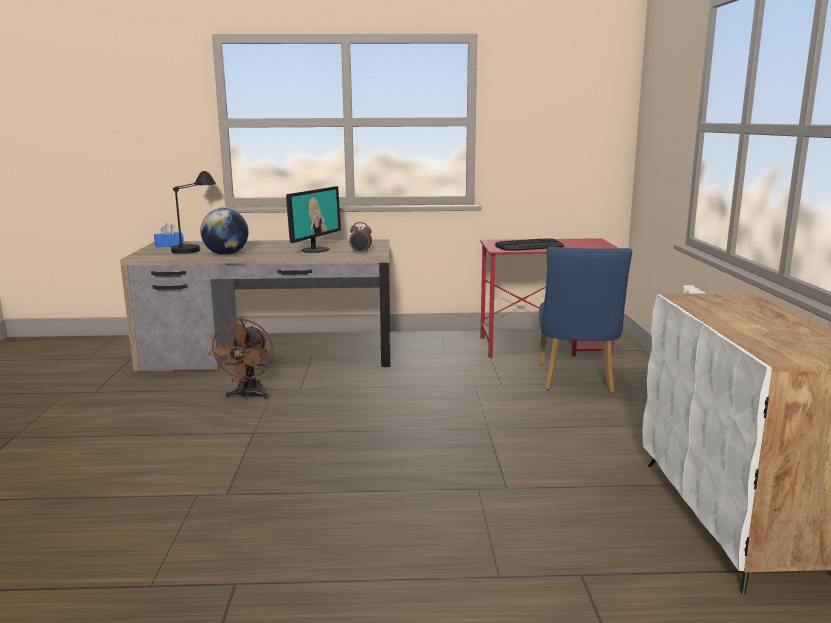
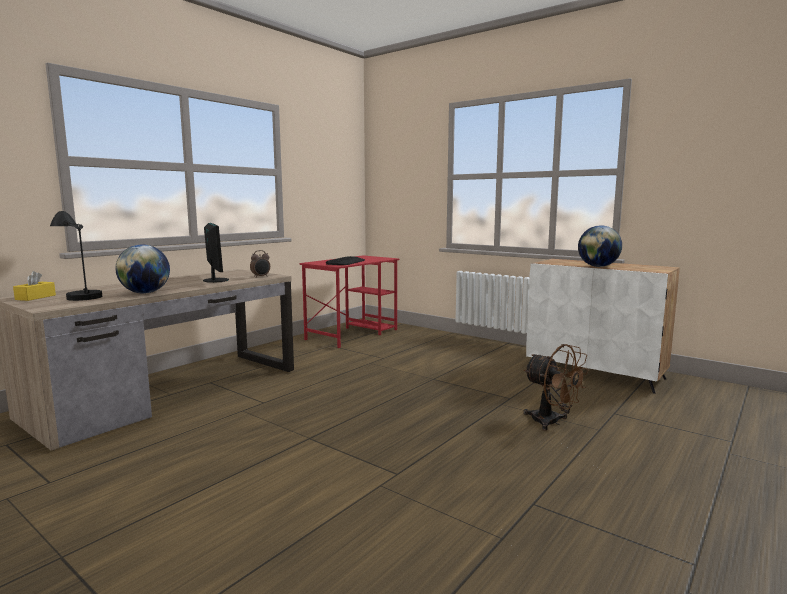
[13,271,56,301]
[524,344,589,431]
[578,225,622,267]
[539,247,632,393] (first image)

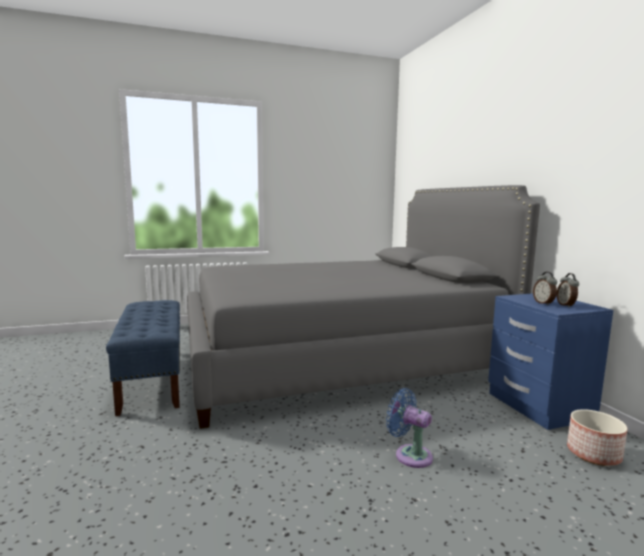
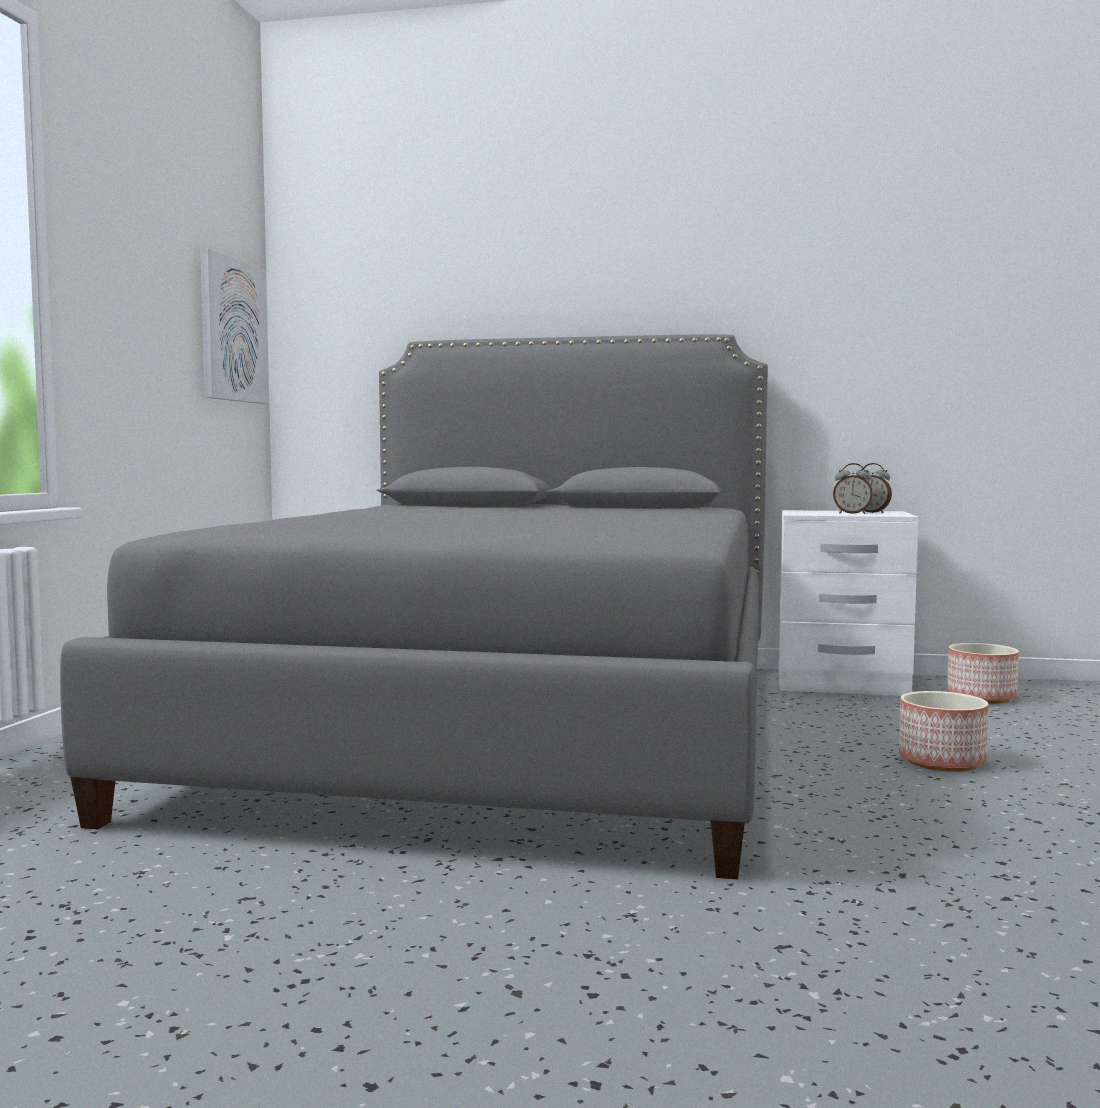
[200,249,269,404]
[779,510,918,696]
[899,691,989,772]
[106,300,180,416] (first image)

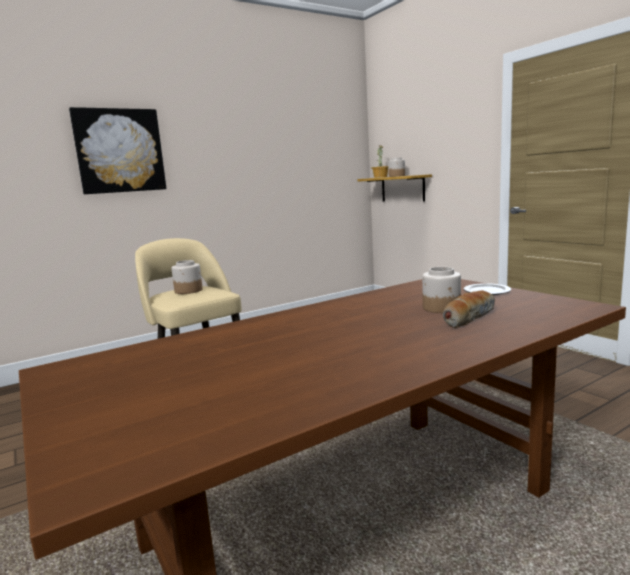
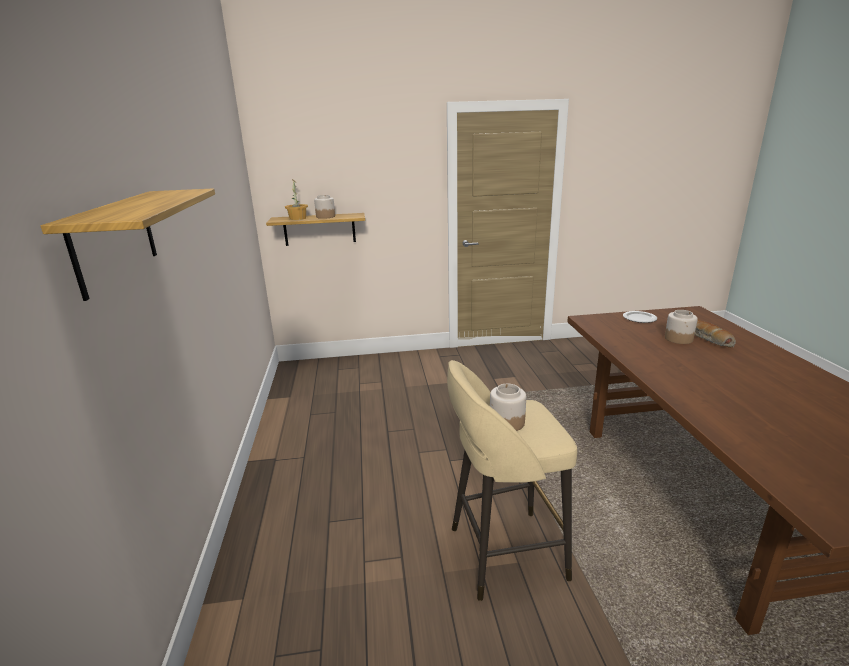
[41,188,215,301]

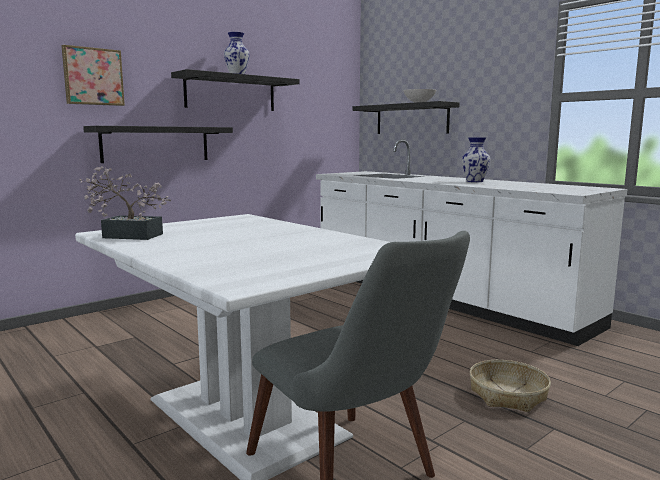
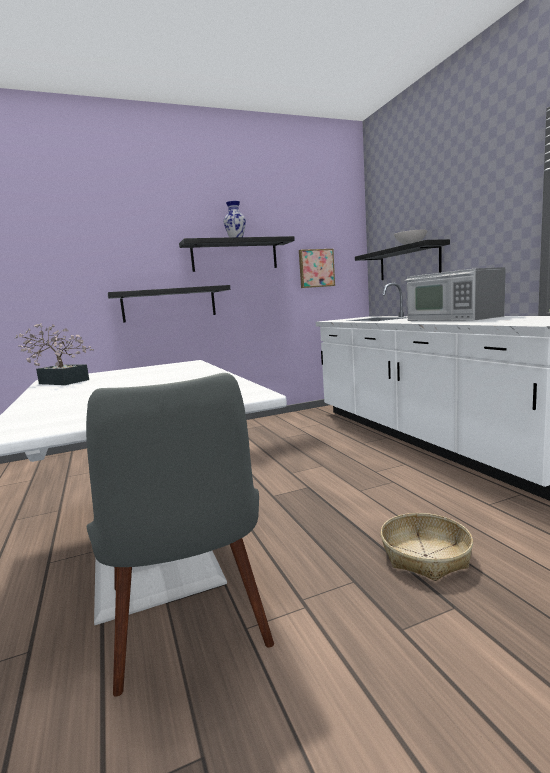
[299,249,335,288]
[405,267,506,321]

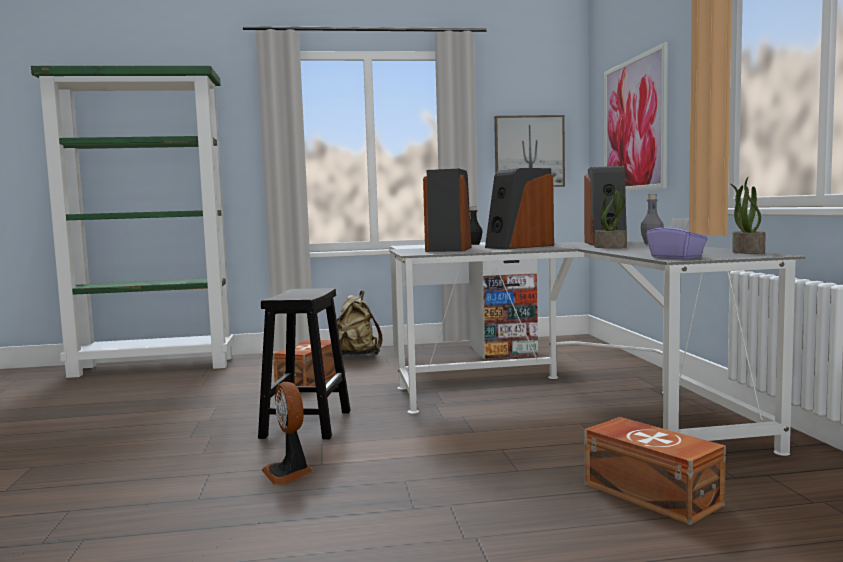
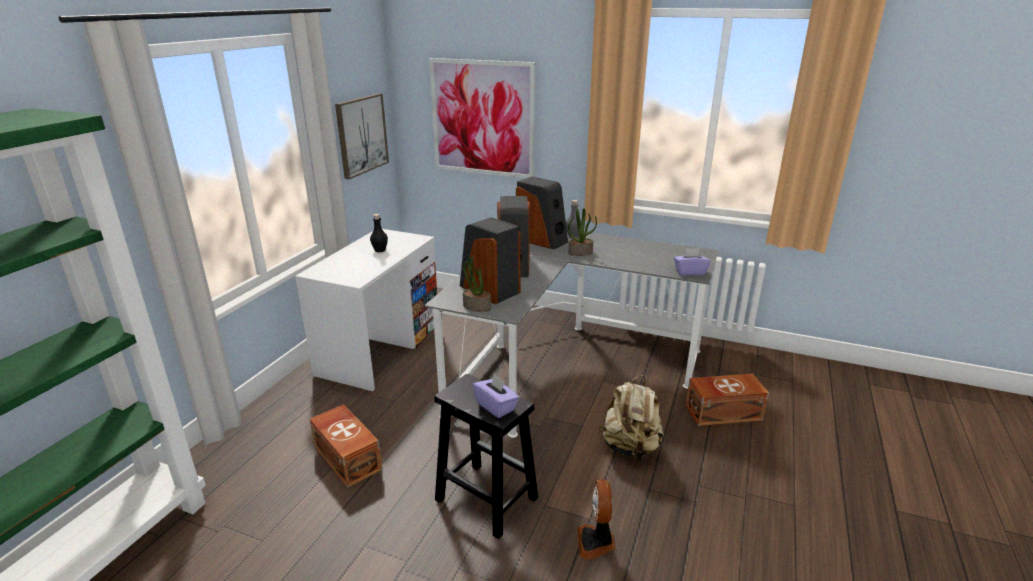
[463,255,491,312]
[472,374,519,418]
[578,479,615,559]
[599,375,664,461]

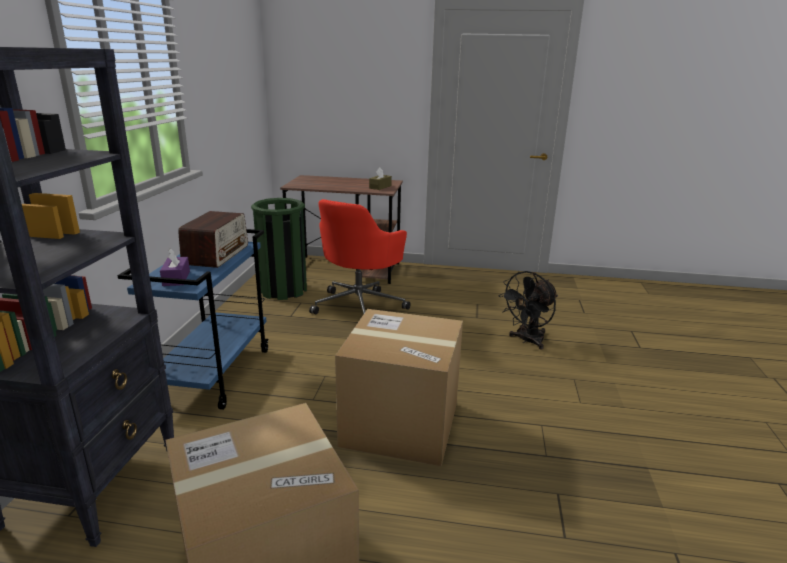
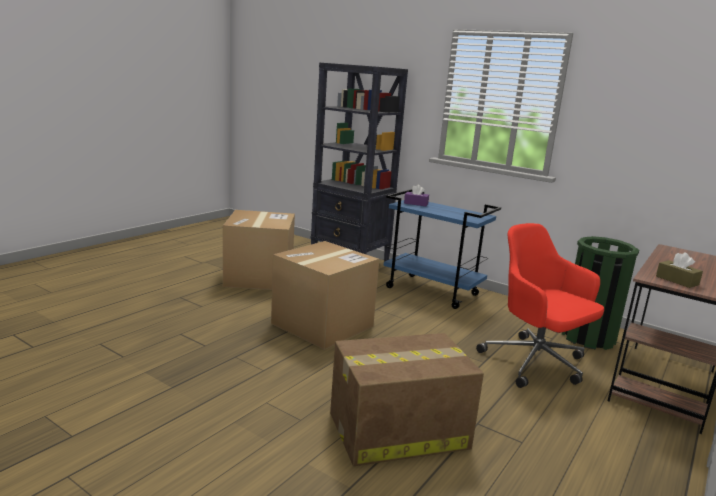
[330,333,484,466]
[178,211,248,268] (first image)

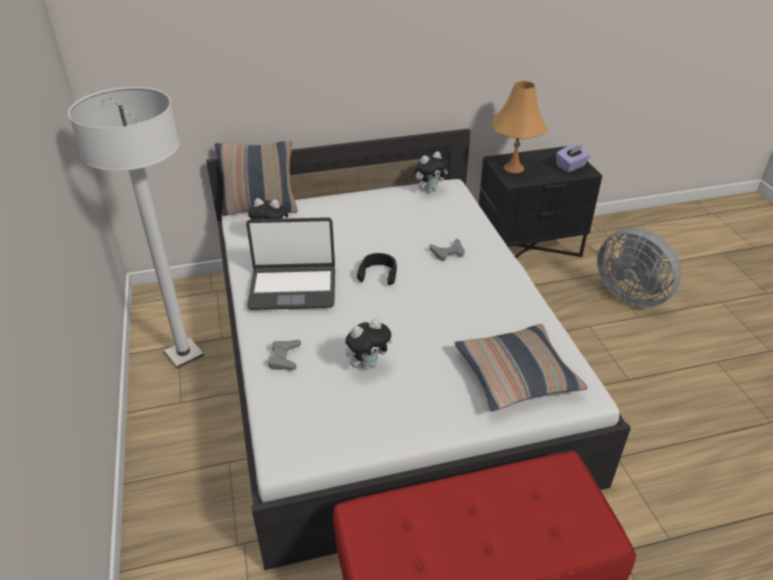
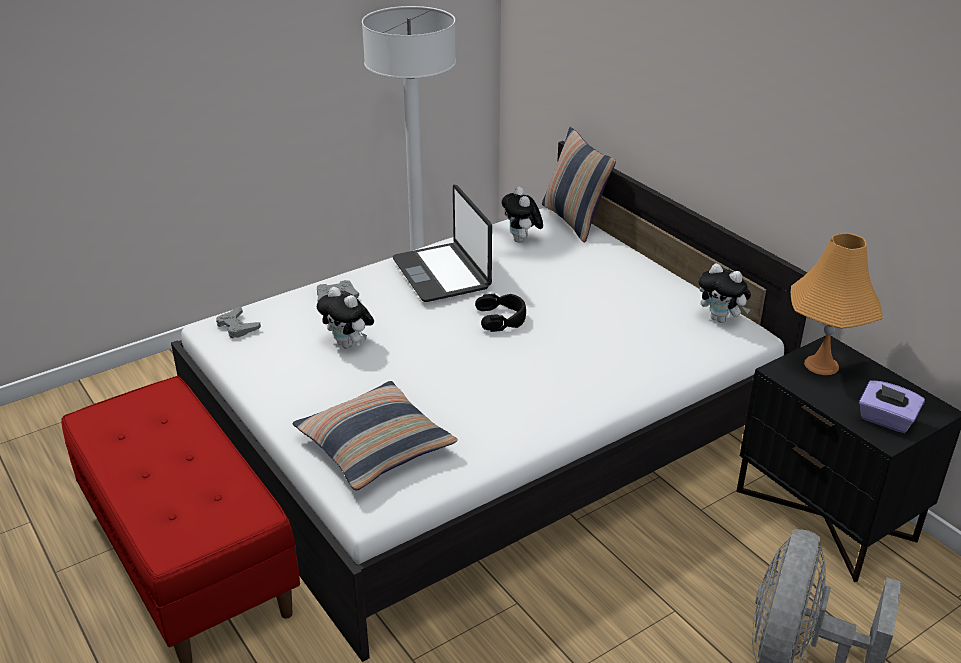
[216,306,261,338]

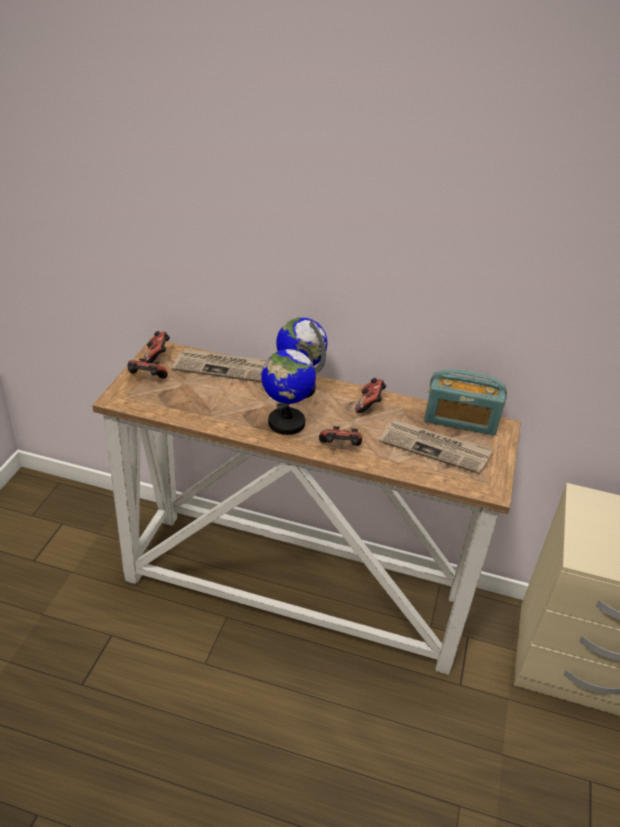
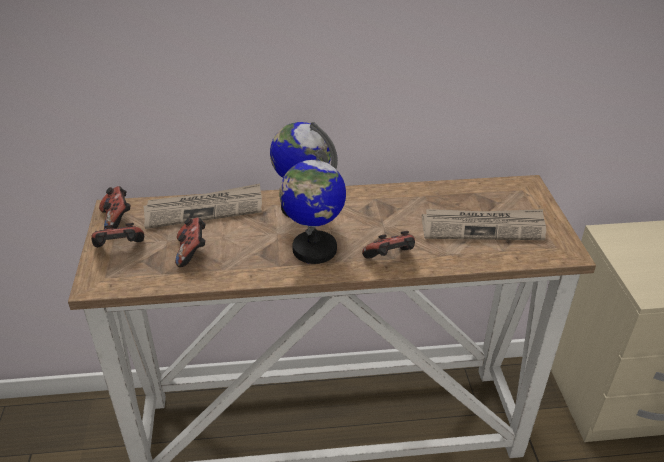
[175,218,206,267]
[424,369,507,435] (first image)

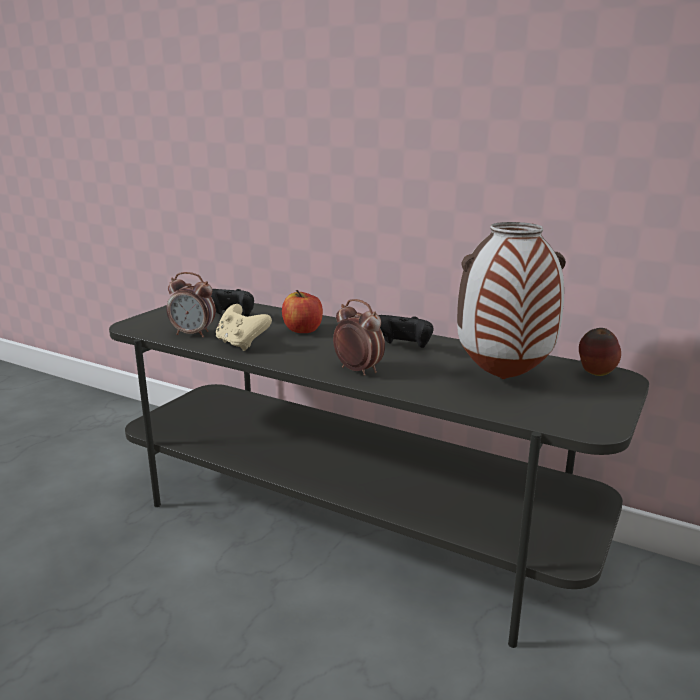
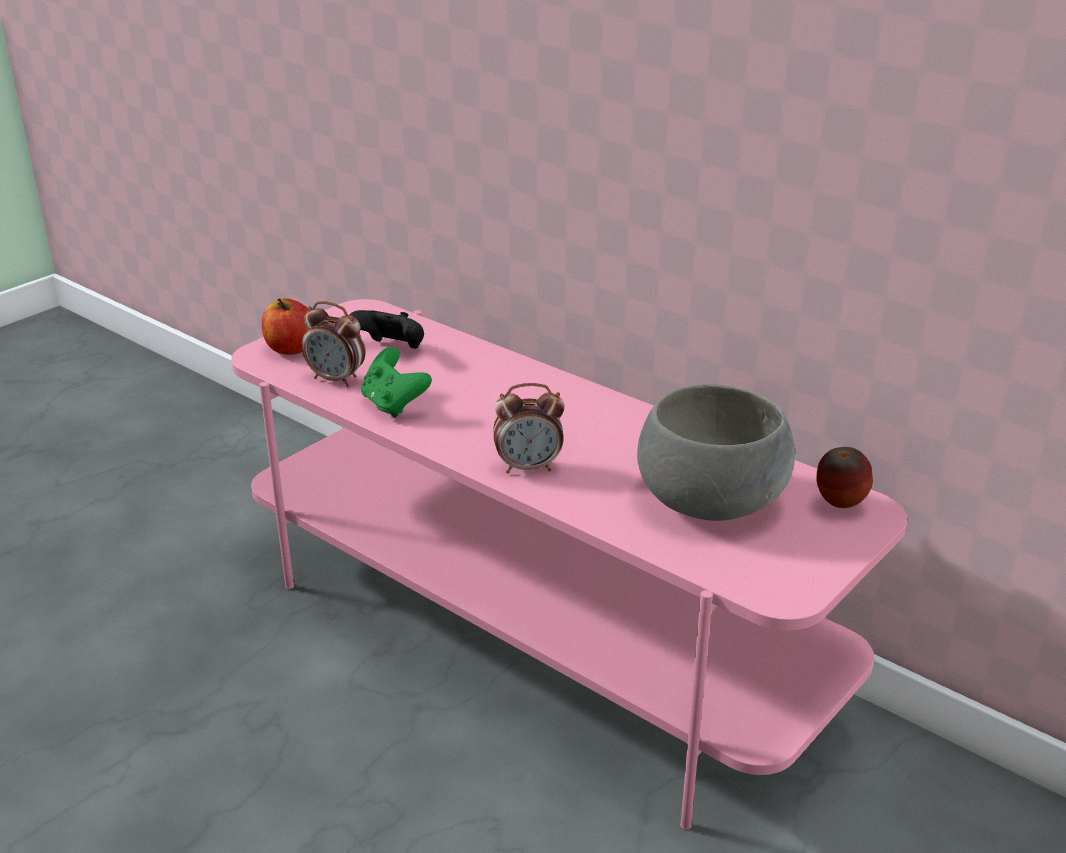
[231,299,907,829]
[262,298,310,355]
[361,347,432,418]
[493,383,565,473]
[637,384,795,521]
[379,315,433,348] (first image)

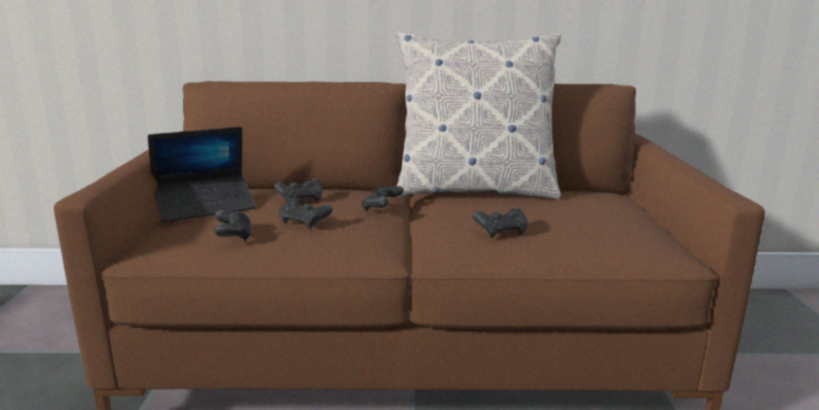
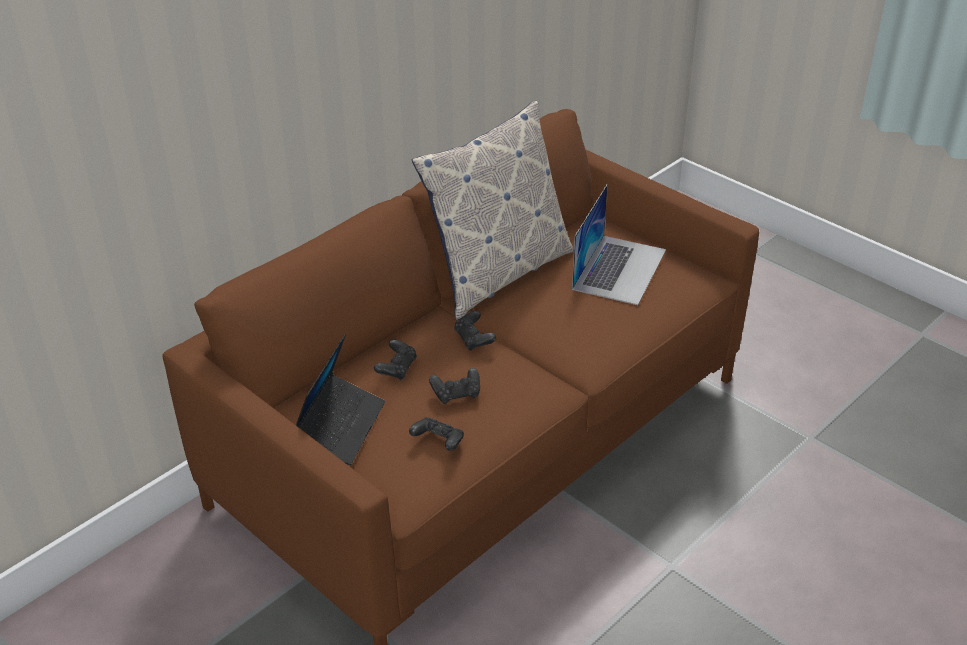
[572,184,666,305]
[472,207,528,238] (first image)

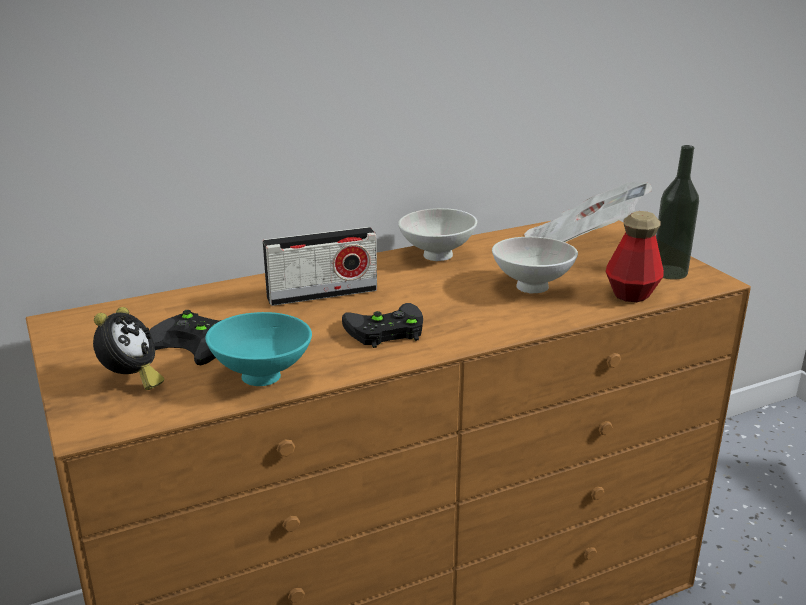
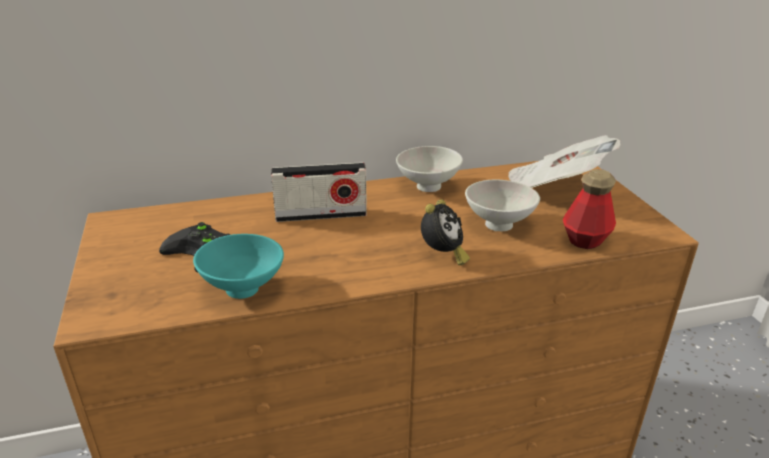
[421,199,470,266]
[342,303,423,348] (first image)
[656,145,699,280] (first image)

